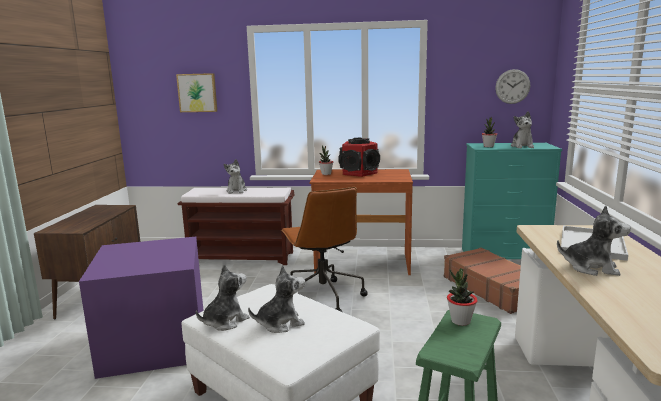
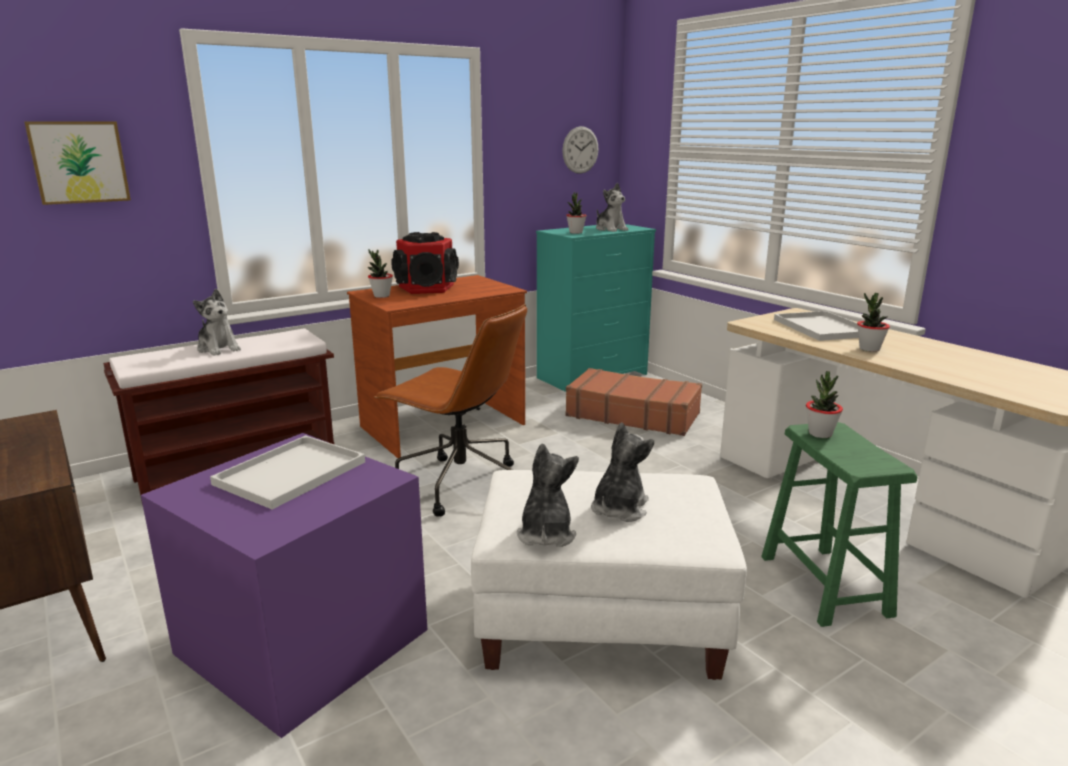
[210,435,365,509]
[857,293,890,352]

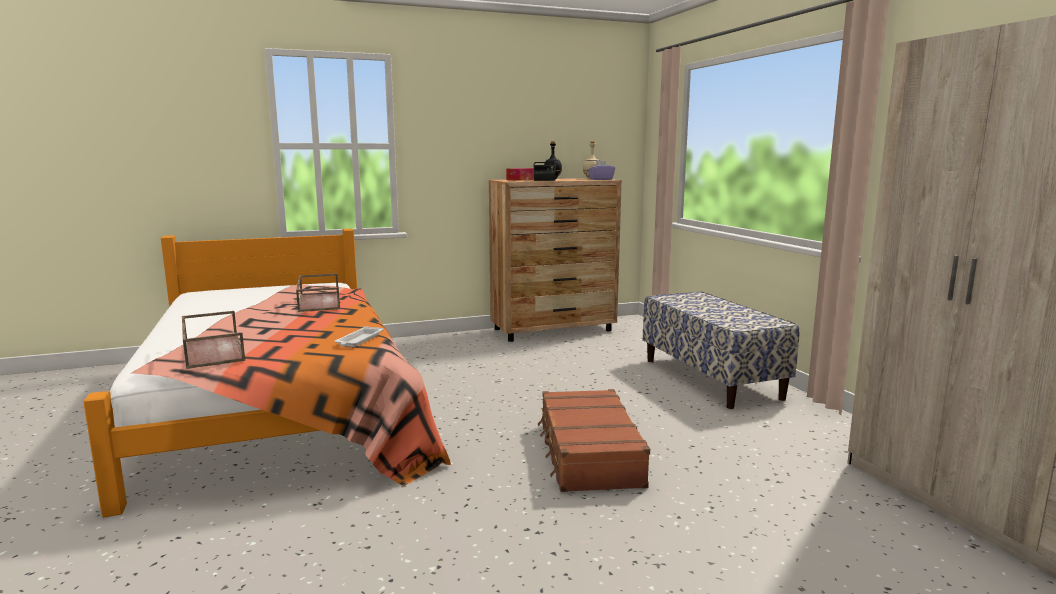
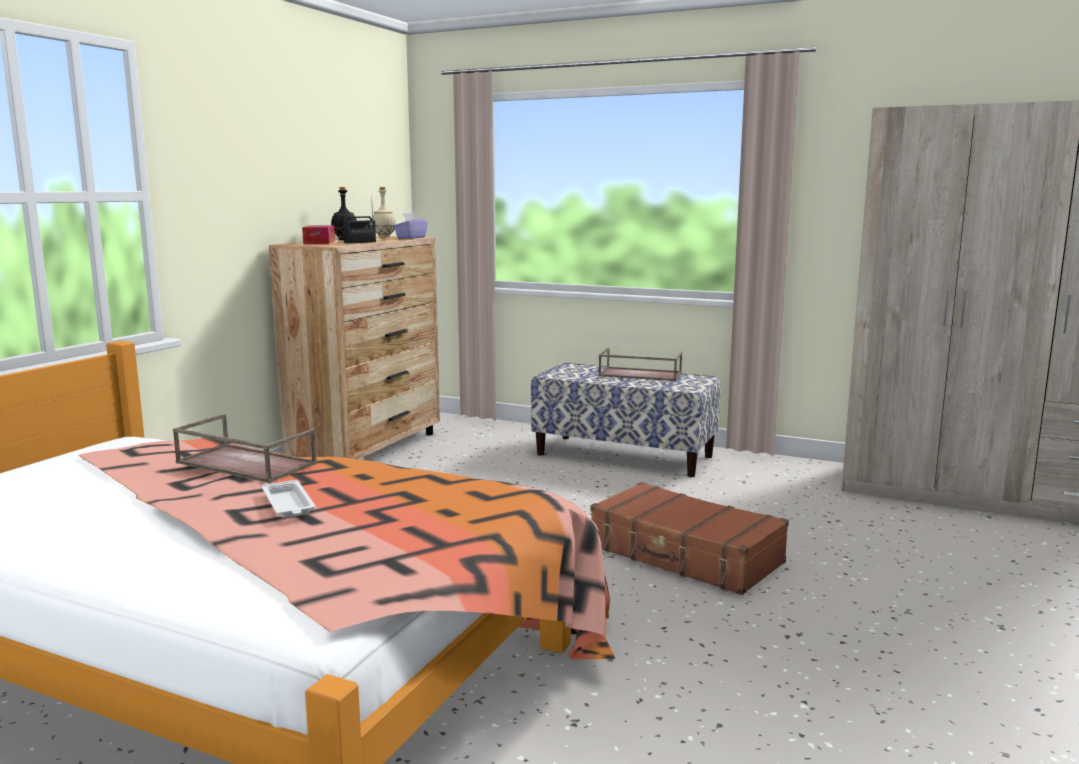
[262,480,316,518]
[598,348,682,381]

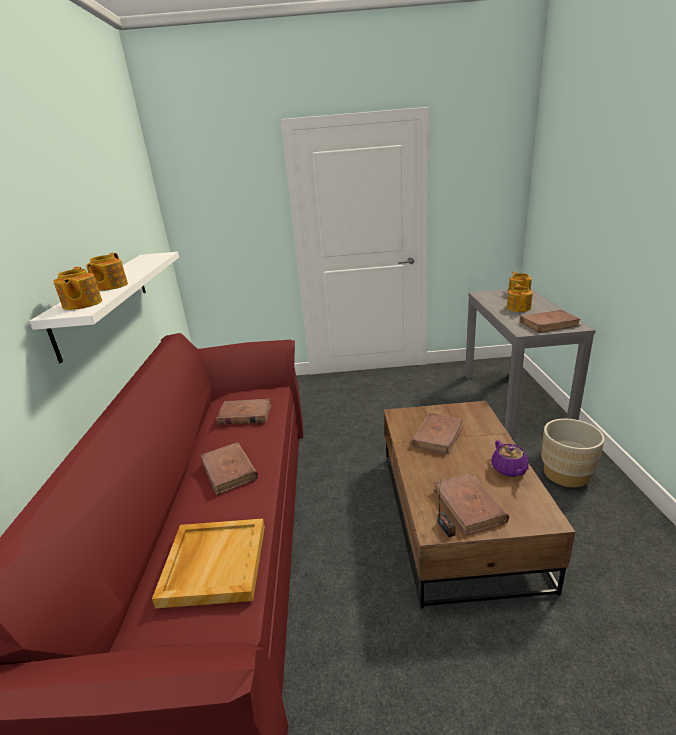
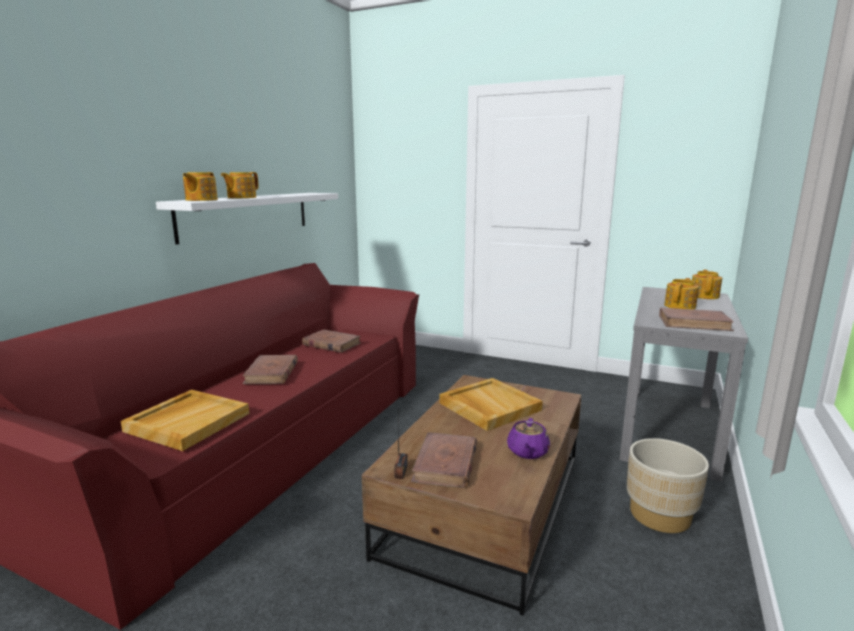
[439,378,543,431]

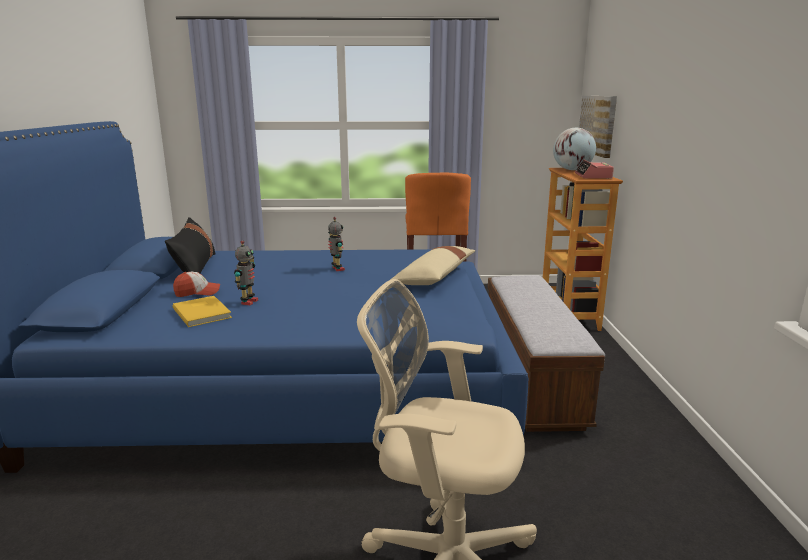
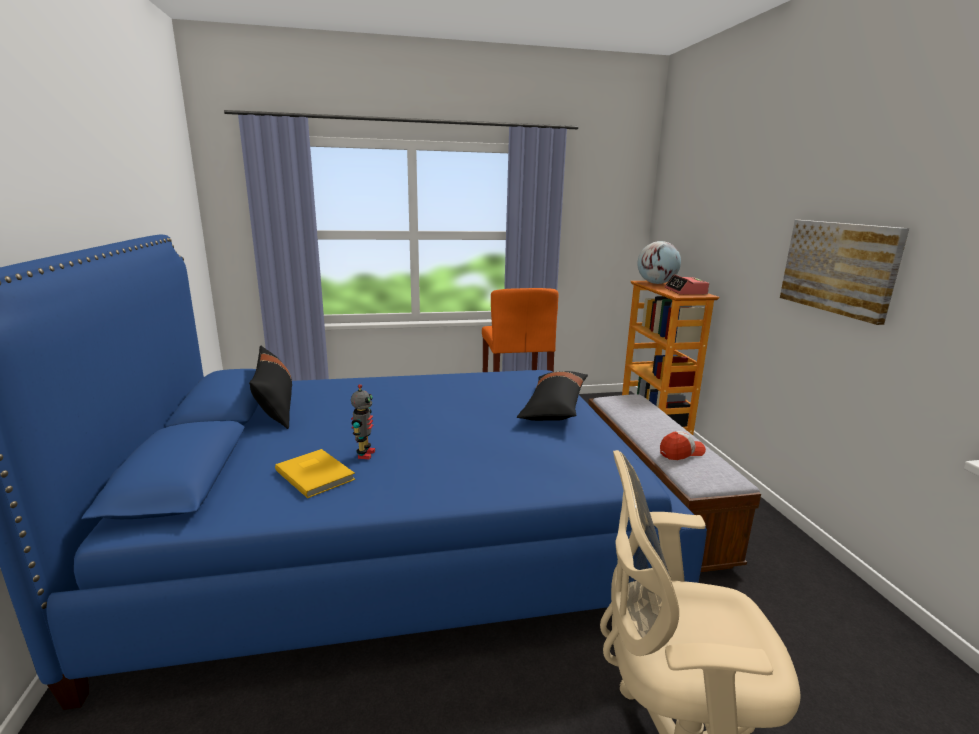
[517,371,588,421]
[660,431,706,460]
[780,220,909,325]
[328,217,345,271] (first image)

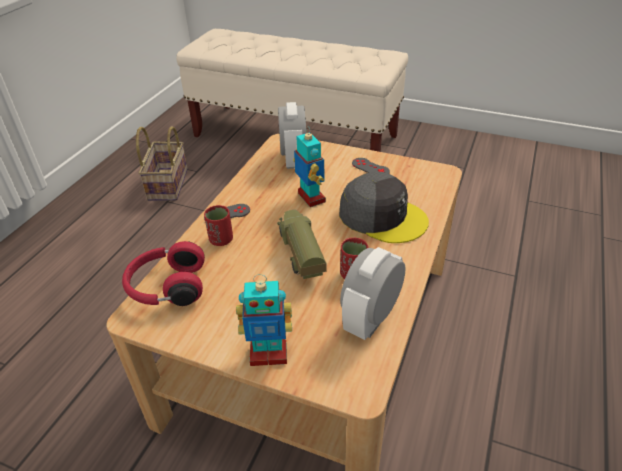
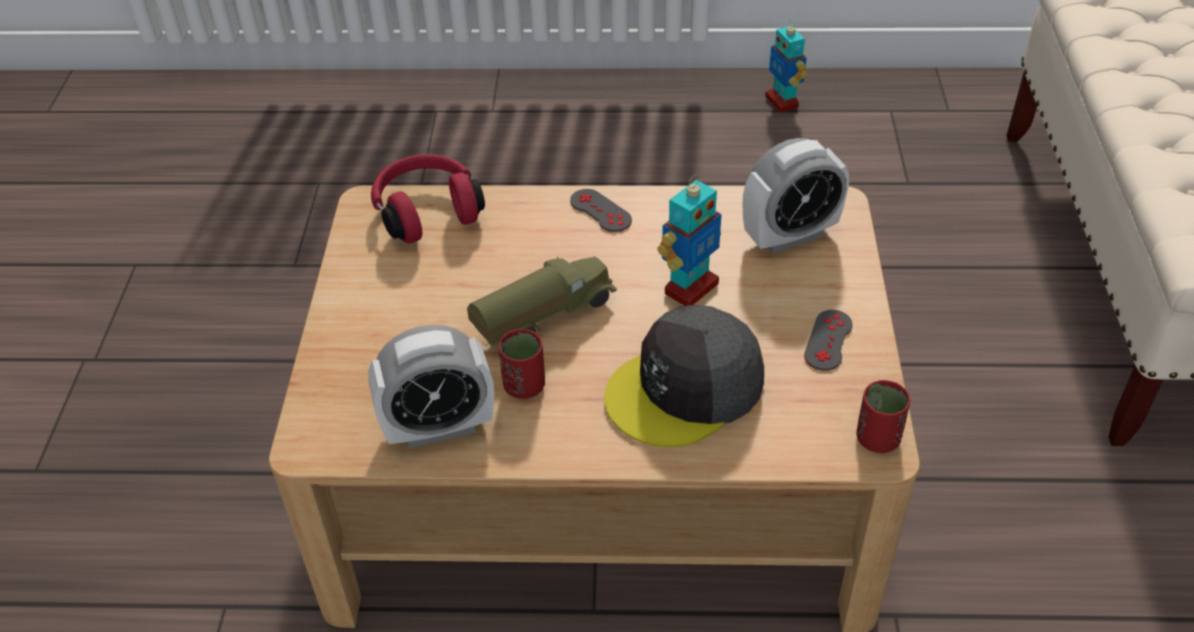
[368,325,494,449]
[604,305,764,447]
[765,19,807,113]
[857,380,911,453]
[136,126,188,201] (first image)

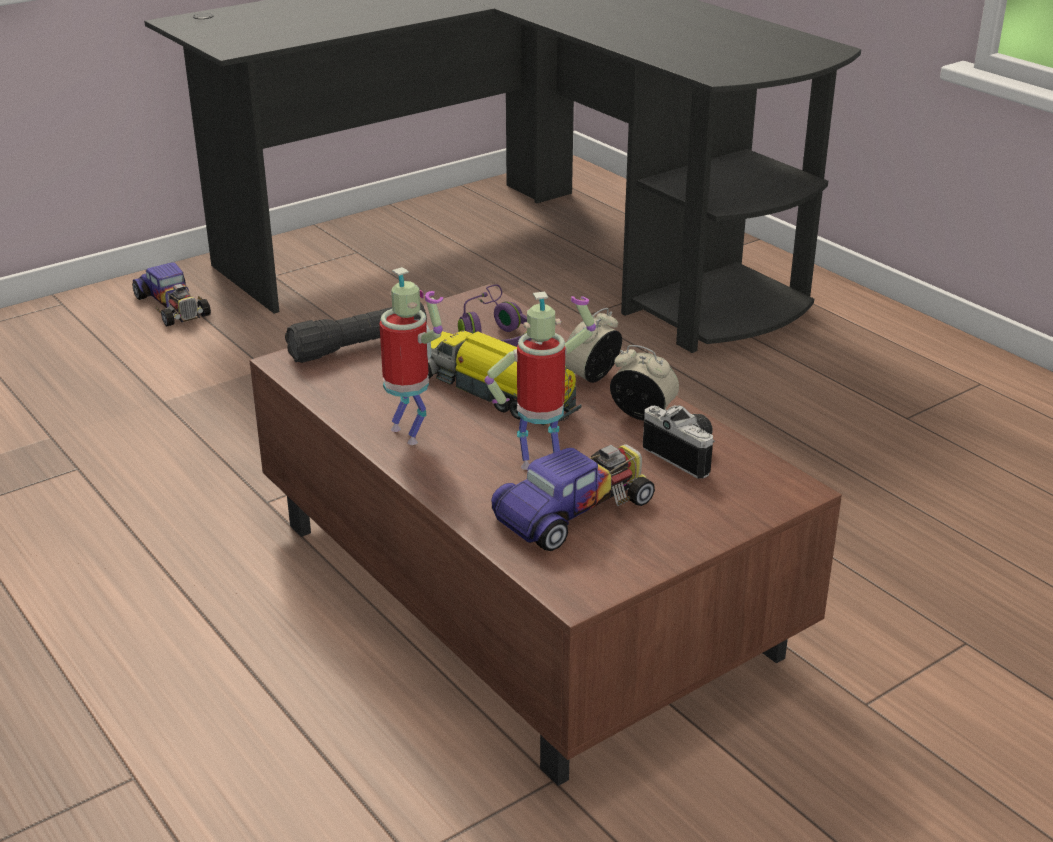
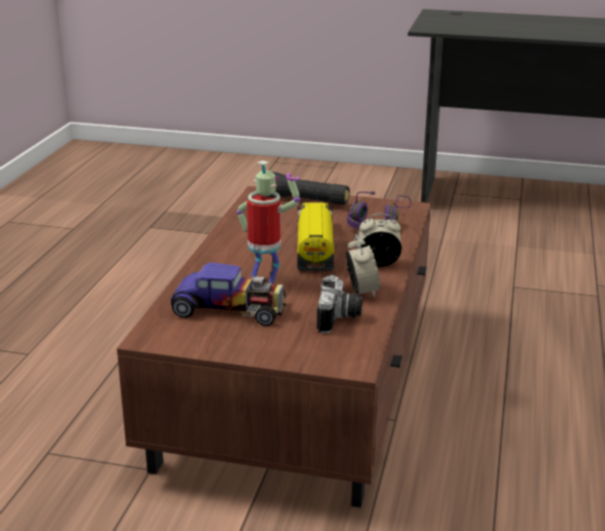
[132,262,211,326] (first image)
[379,267,443,445] (first image)

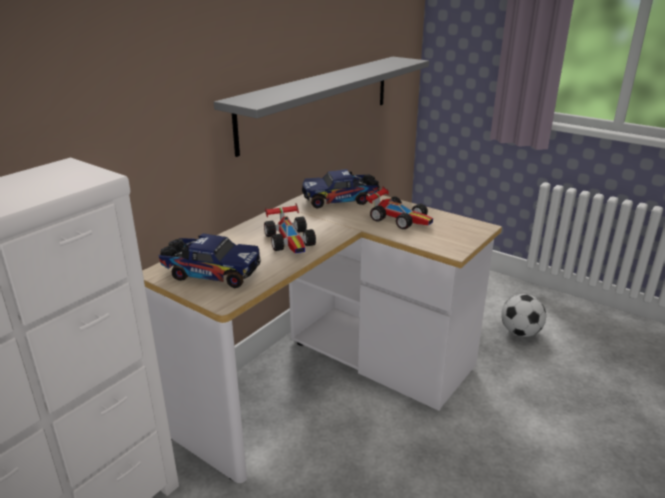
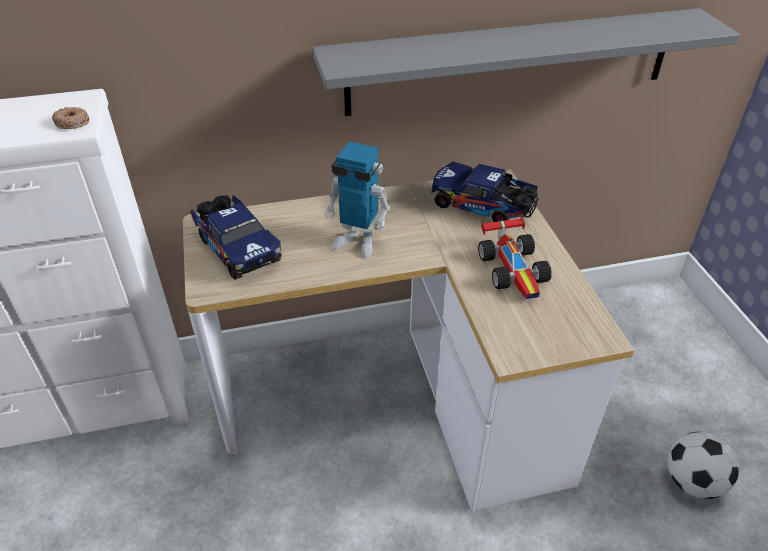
[52,107,90,129]
[324,142,390,259]

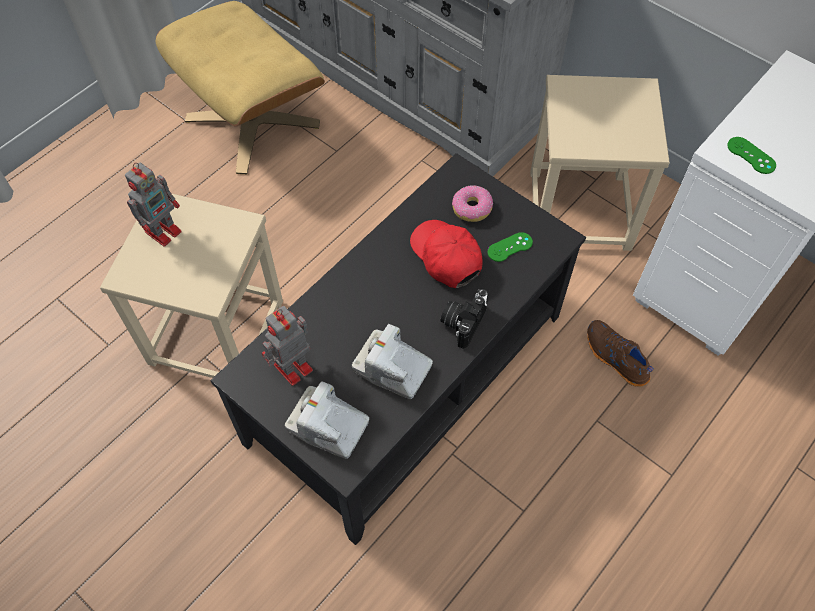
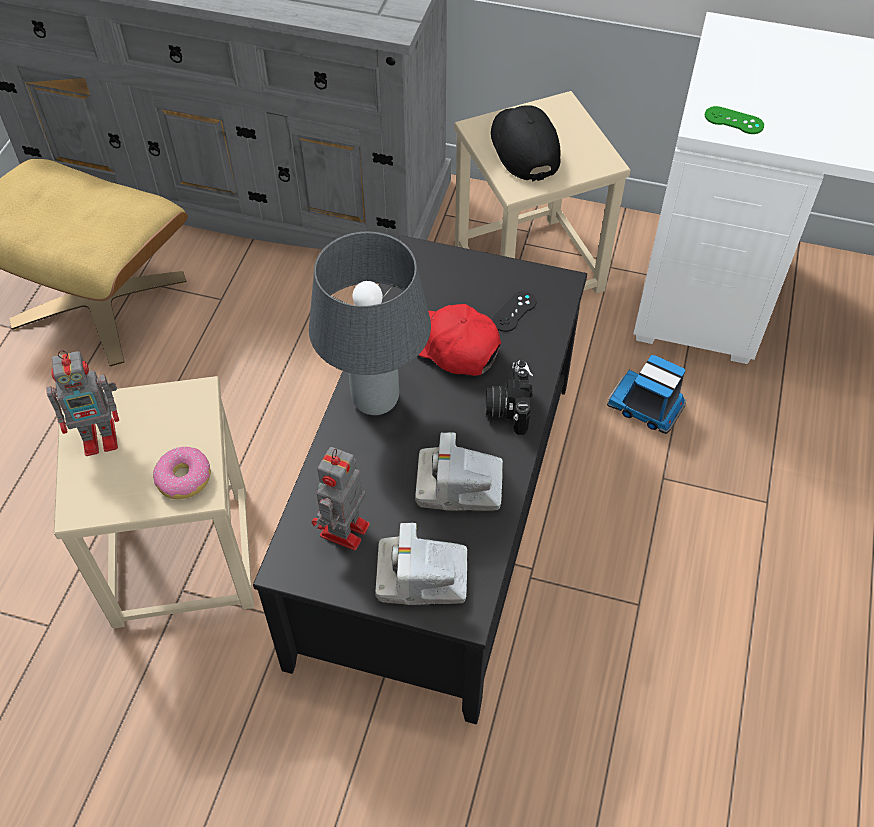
[46,350,119,456]
[153,447,211,499]
[309,232,431,415]
[491,105,561,182]
[492,291,537,332]
[607,355,686,434]

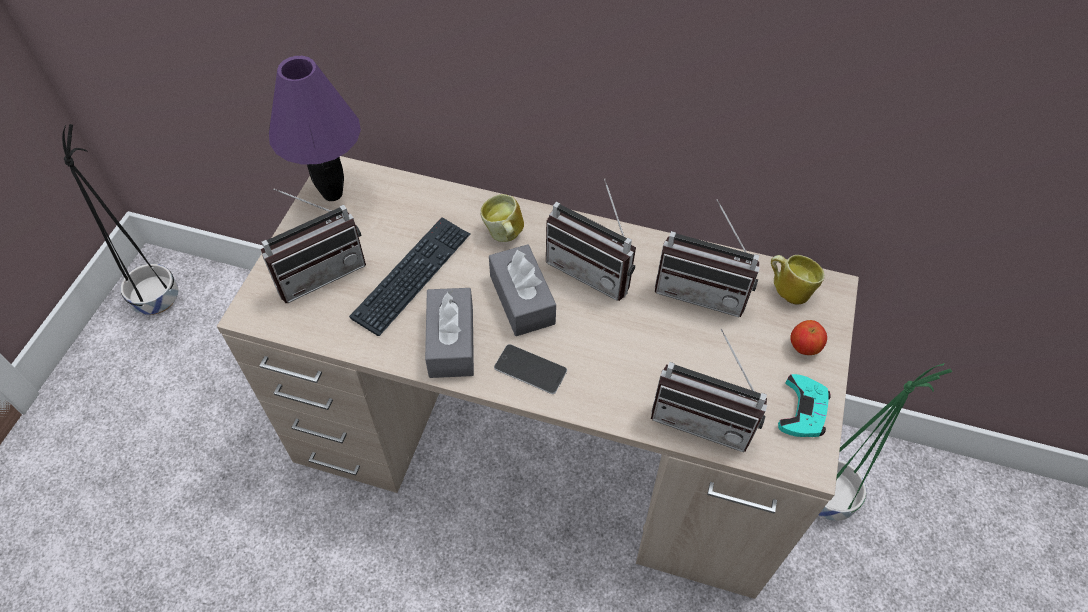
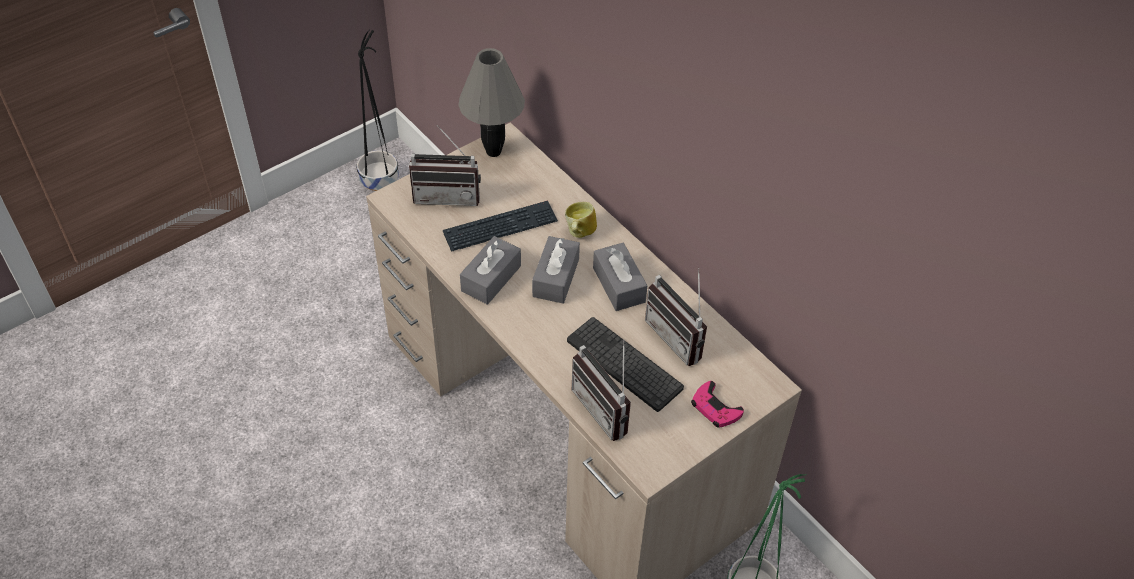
[458,48,525,157]
[567,317,684,412]
[593,243,648,311]
[691,381,744,427]
[494,344,567,394] (first image)
[771,255,825,305] (first image)
[778,374,831,437] (first image)

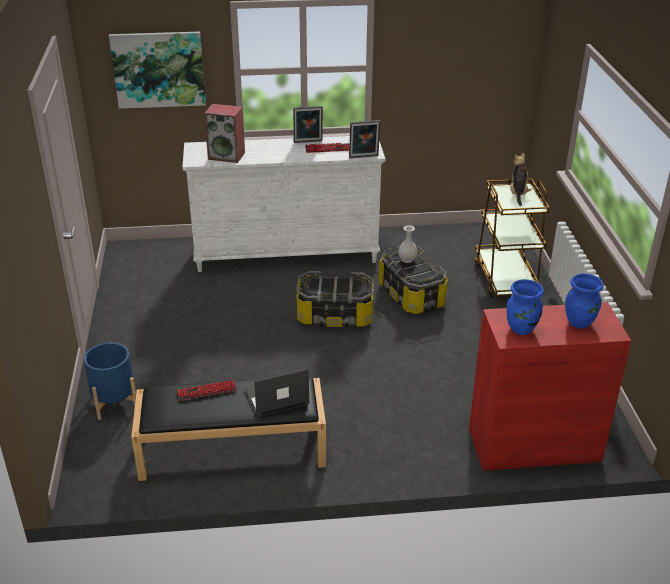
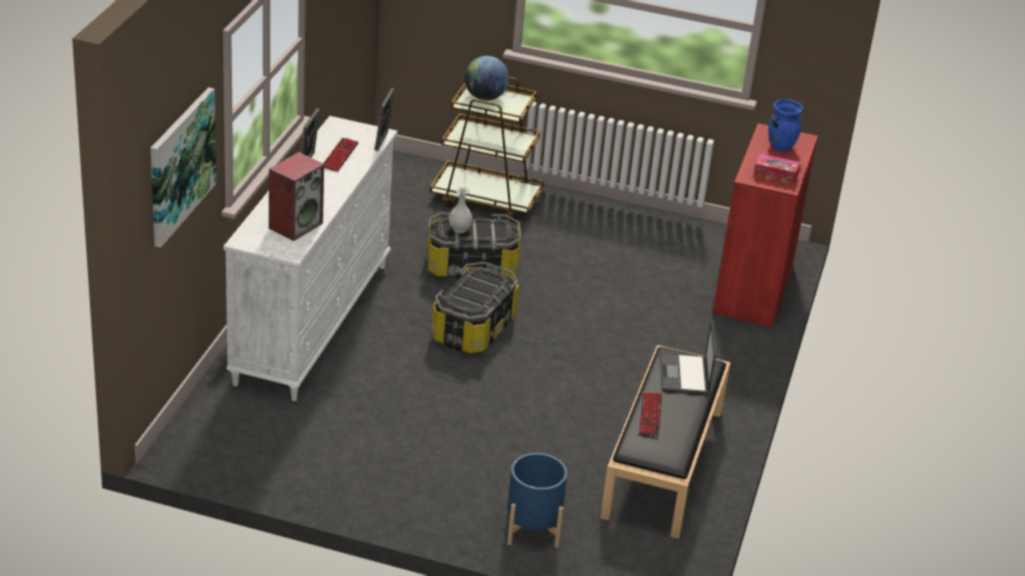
[465,56,509,101]
[753,153,800,185]

